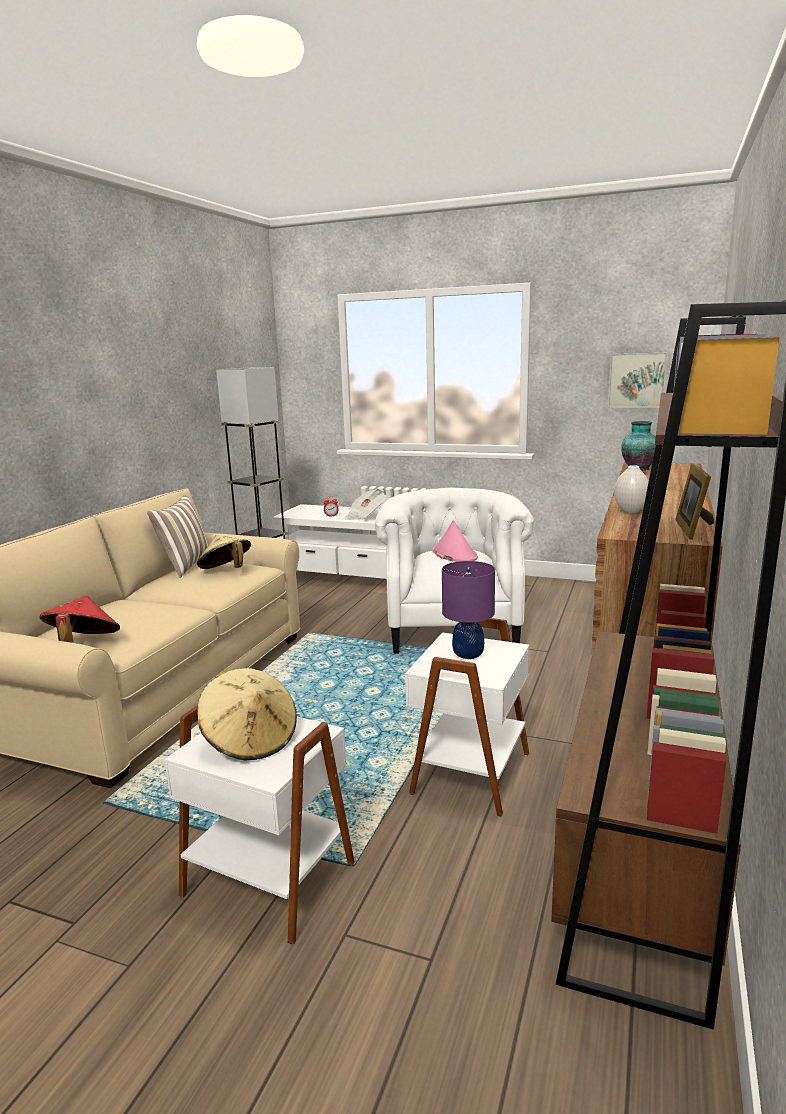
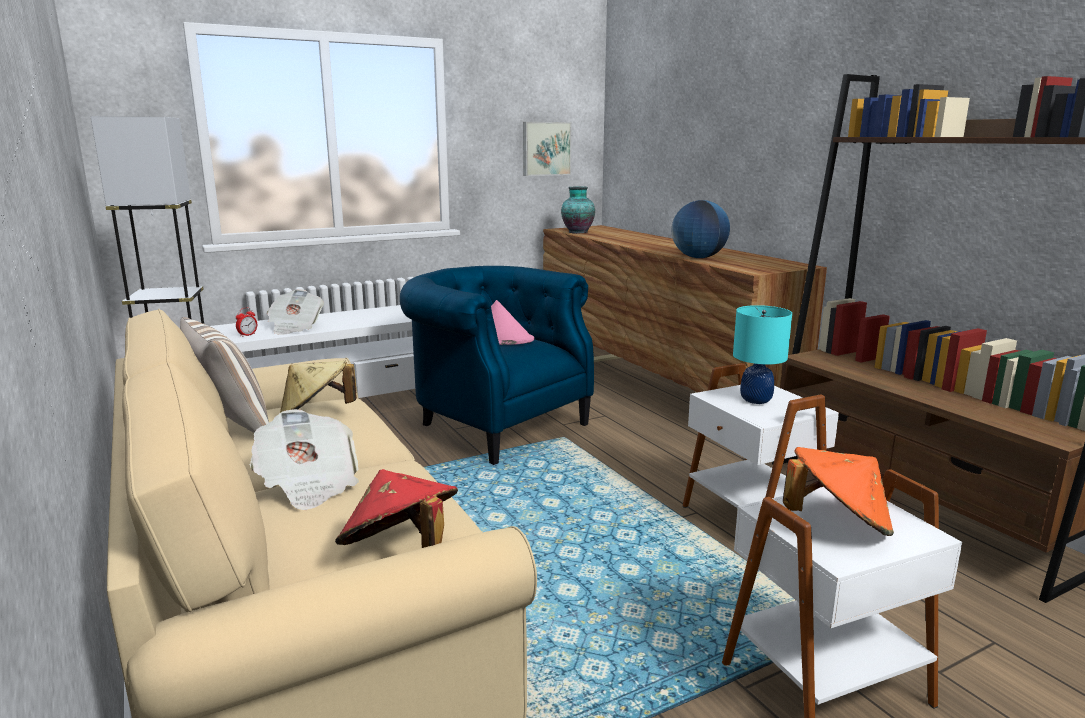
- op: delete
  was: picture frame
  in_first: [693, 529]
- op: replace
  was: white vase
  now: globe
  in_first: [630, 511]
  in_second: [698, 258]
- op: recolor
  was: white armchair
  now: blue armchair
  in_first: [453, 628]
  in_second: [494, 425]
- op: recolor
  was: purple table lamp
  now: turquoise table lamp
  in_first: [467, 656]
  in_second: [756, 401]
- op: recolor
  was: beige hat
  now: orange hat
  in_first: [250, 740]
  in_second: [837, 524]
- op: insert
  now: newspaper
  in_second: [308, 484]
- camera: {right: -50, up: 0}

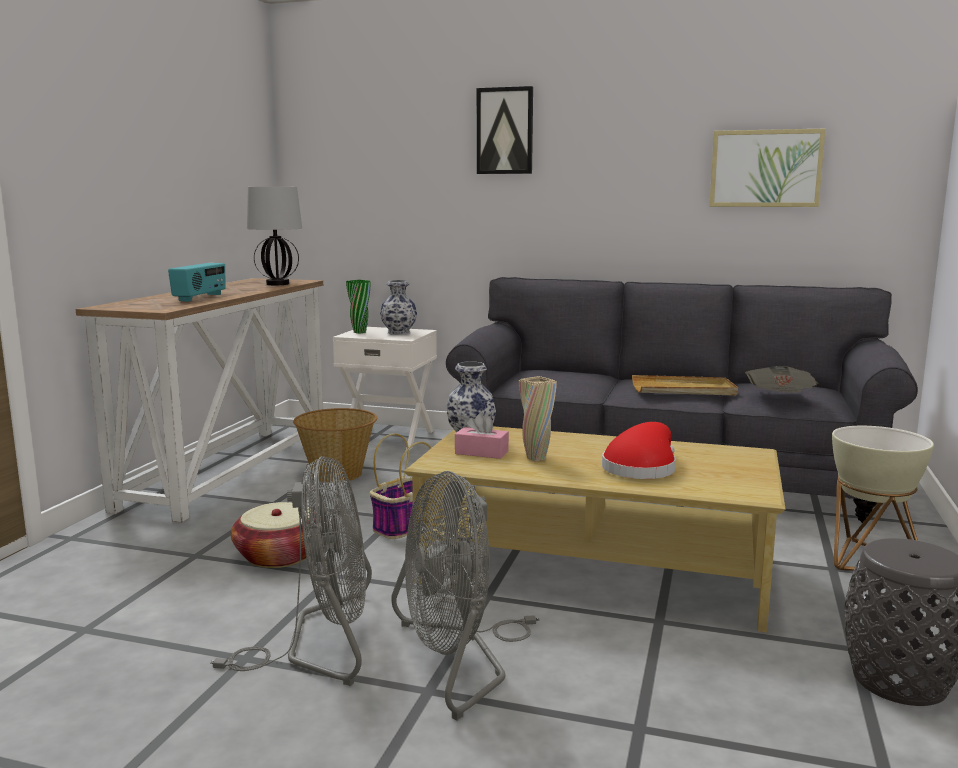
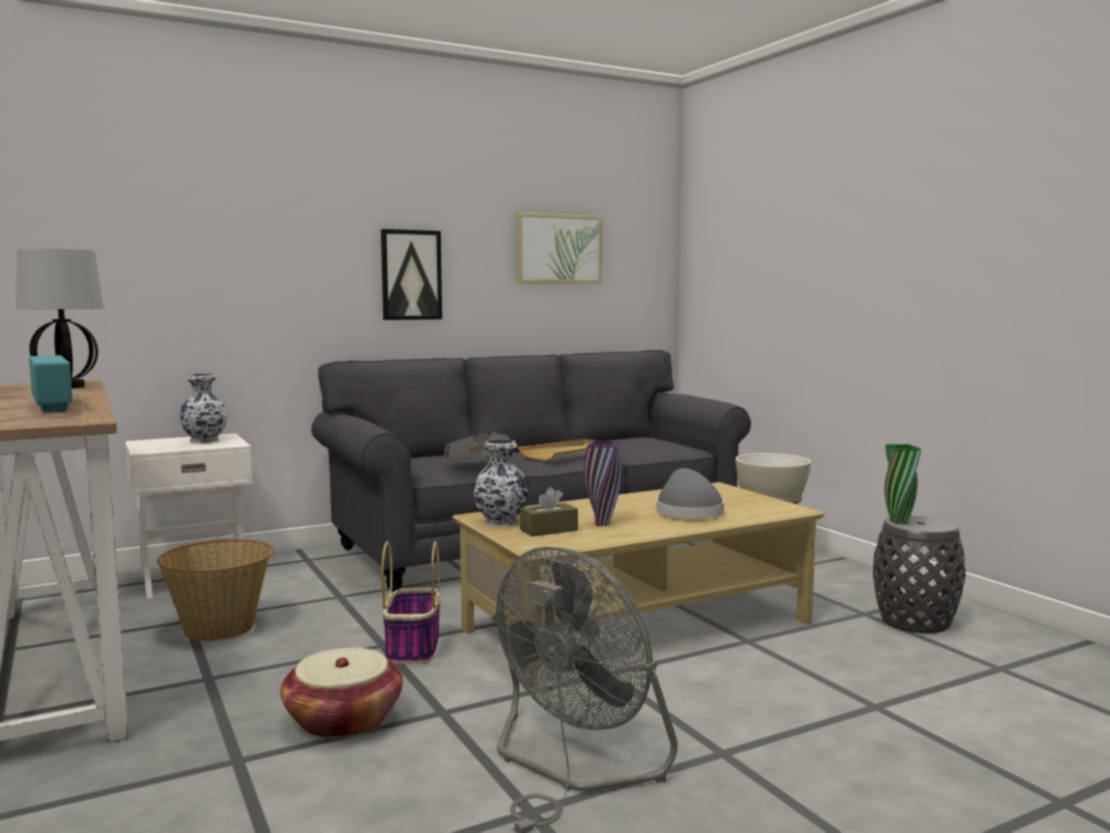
- op: move
  was: picture
  in_first: [505, 131]
  in_second: [411, 275]
- op: move
  was: green vase
  in_first: [359, 332]
  in_second: [898, 522]
- op: move
  was: newspaper
  in_first: [780, 399]
  in_second: [476, 466]
- op: recolor
  was: beige vase
  now: purple vase
  in_first: [536, 458]
  in_second: [602, 523]
- op: recolor
  was: pink tissue box
  now: brown tissue box
  in_first: [481, 452]
  in_second: [549, 530]
- op: recolor
  was: red hat
  now: grey hat
  in_first: [641, 468]
  in_second: [687, 511]
- op: delete
  was: grey fan
  in_first: [460, 657]
- camera: {right: -45, up: -5}

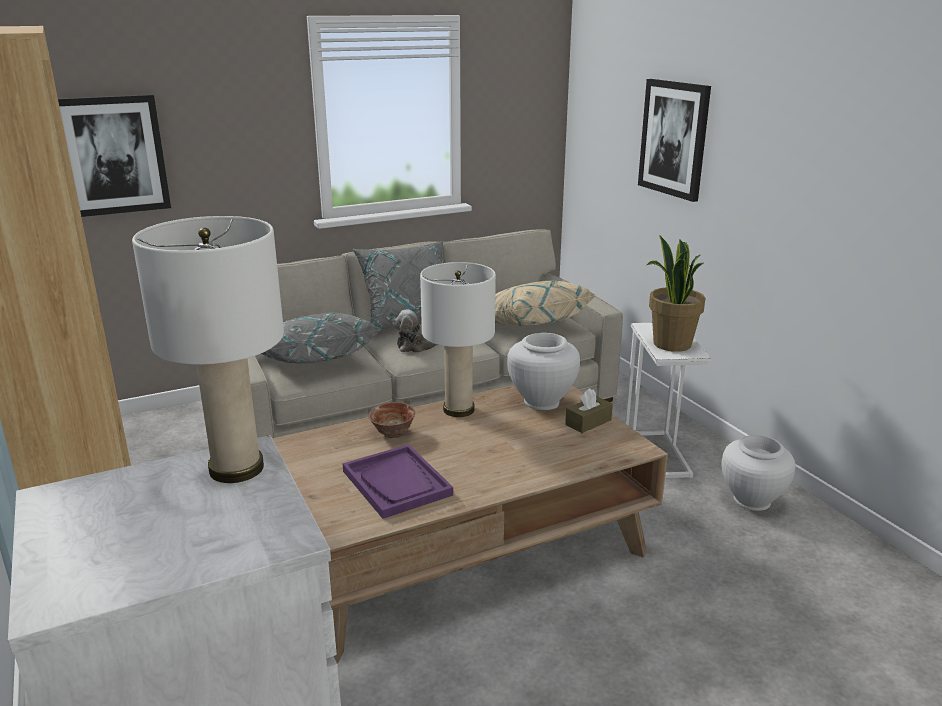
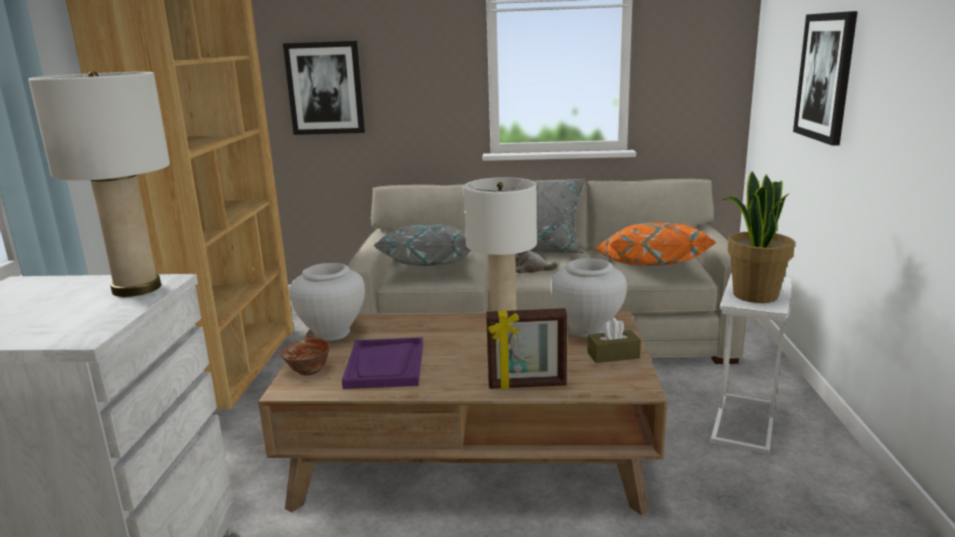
- op: recolor
  was: beige pillow
  now: orange pillow
  in_first: [529, 324]
  in_second: [649, 266]
- op: move
  was: bowl
  in_first: [393, 433]
  in_second: [308, 371]
- op: move
  was: white vase
  in_first: [751, 500]
  in_second: [332, 333]
- op: insert
  now: picture frame
  in_second: [527, 385]
- camera: {right: 30, up: -5}

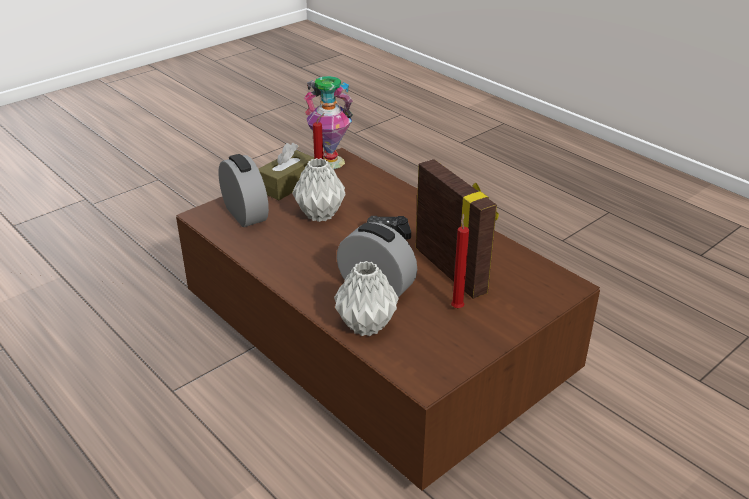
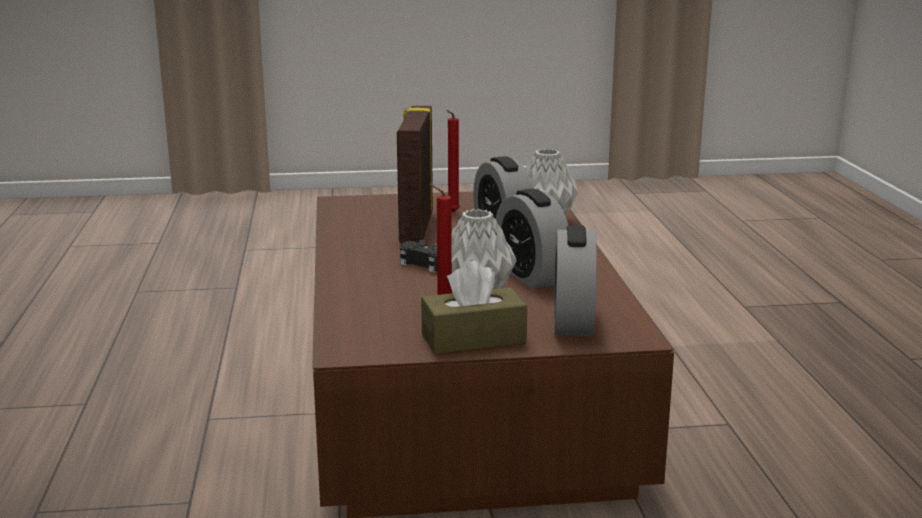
- op: delete
  was: vase
  in_first: [331, 162]
- op: insert
  now: alarm clock
  in_second: [531, 276]
- camera: {right: -145, up: -15}

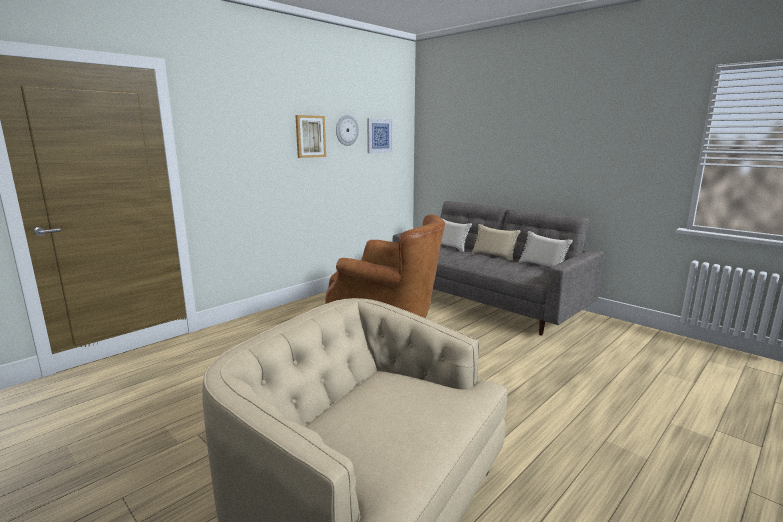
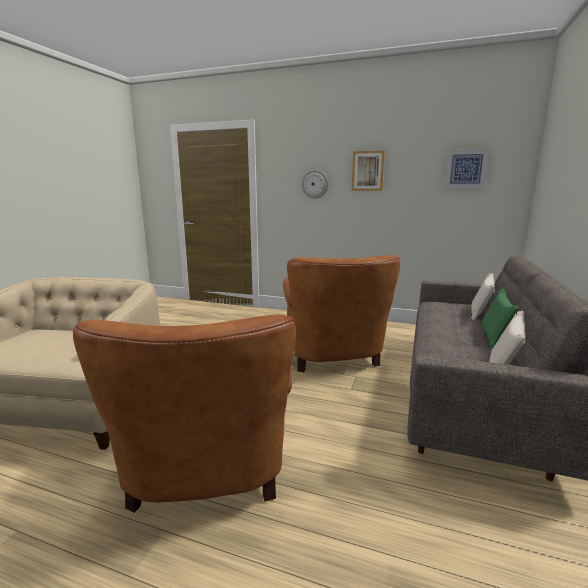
- op: move
  was: wall clock
  in_first: [346, 130]
  in_second: [315, 184]
- op: recolor
  was: beige pillow
  now: green pillow
  in_first: [494, 256]
  in_second: [494, 337]
- op: insert
  now: brown armchair
  in_second: [209, 468]
- camera: {right: 65, up: 0}

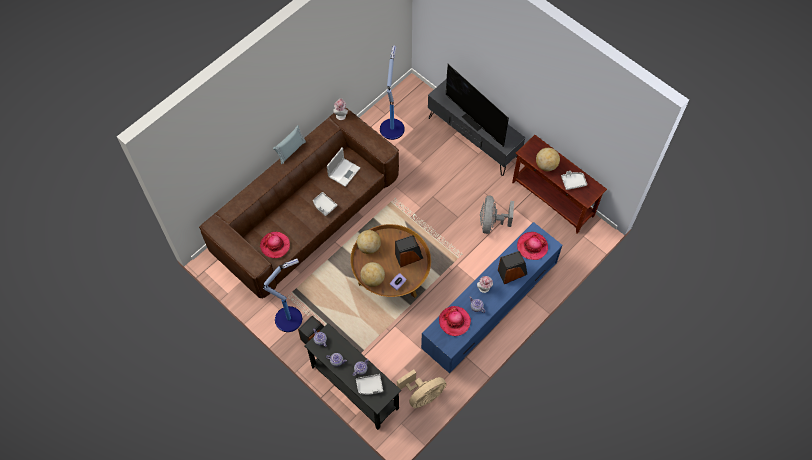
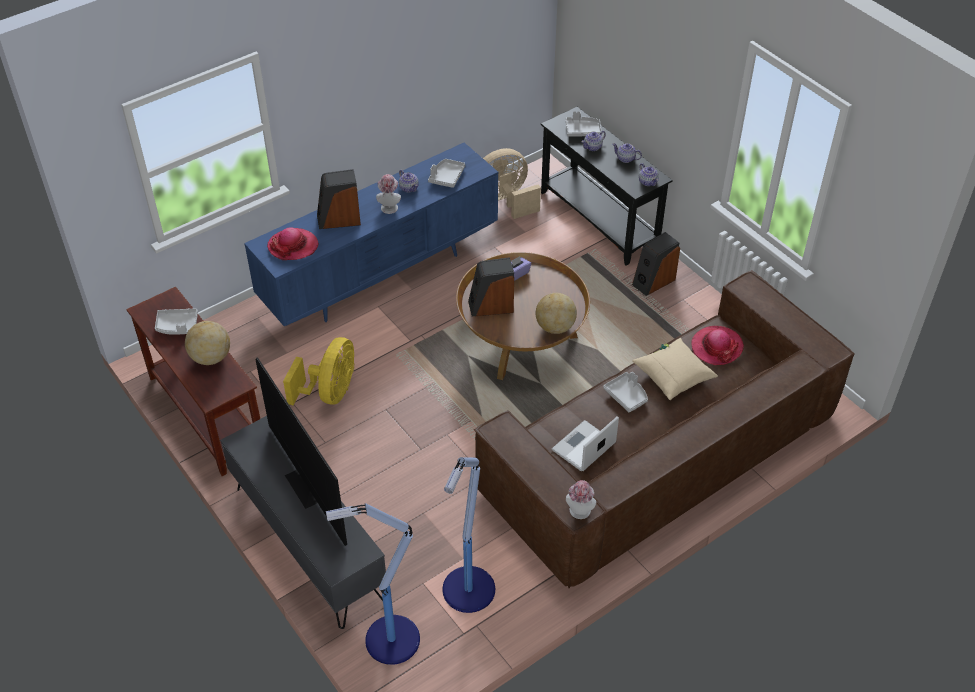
- op: delete
  was: blue pillow
  in_first: [291, 150]
- op: recolor
  was: grey fan
  now: yellow fan
  in_first: [491, 222]
  in_second: [330, 392]
- op: move
  was: floor lamp
  in_first: [289, 318]
  in_second: [390, 640]
- op: delete
  was: globe
  in_first: [373, 279]
- op: replace
  was: hat
  now: grey tray
  in_first: [454, 321]
  in_second: [446, 177]
- op: insert
  now: beige pillow
  in_second: [673, 376]
- camera: {right: -170, up: -15}

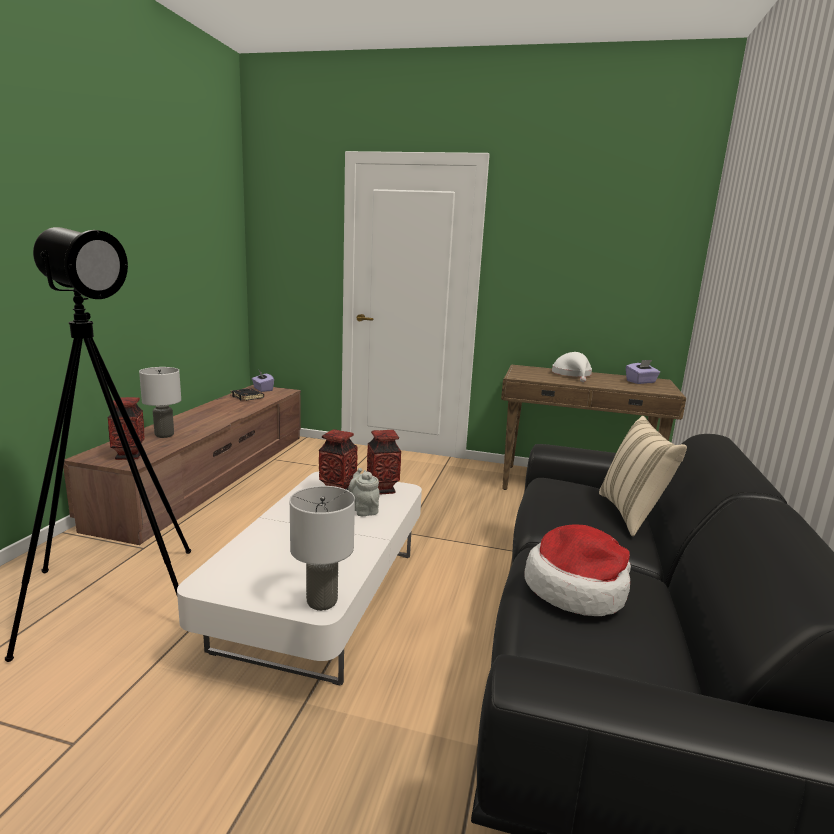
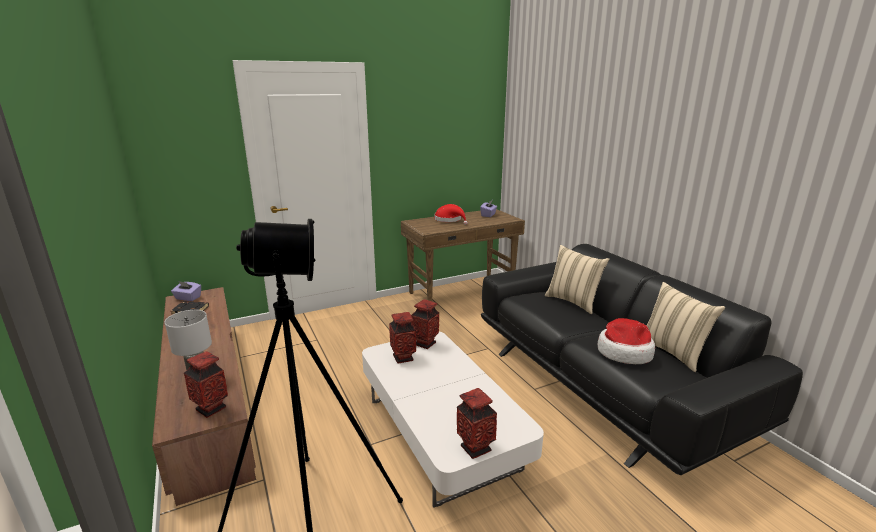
- op: recolor
  was: white hat
  now: red hat
  in_first: [572, 375]
  in_second: [449, 220]
- op: delete
  was: grey teapot
  in_first: [364, 509]
- op: delete
  was: white table lamp
  in_first: [324, 603]
- op: insert
  now: beige pillow
  in_second: [673, 352]
- op: insert
  now: vase
  in_second: [475, 448]
- camera: {right: -40, up: 5}

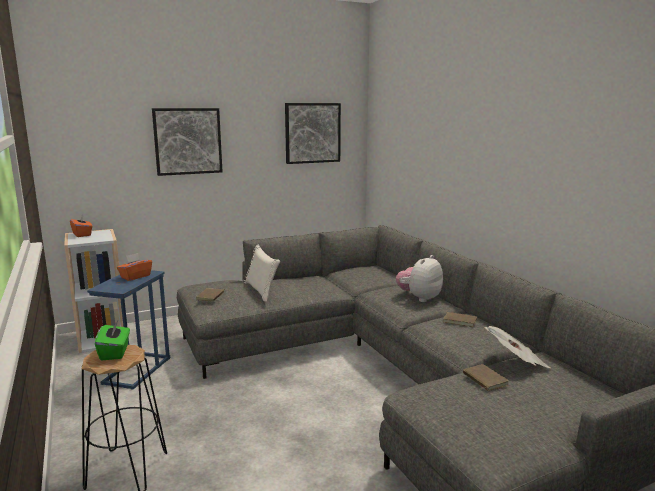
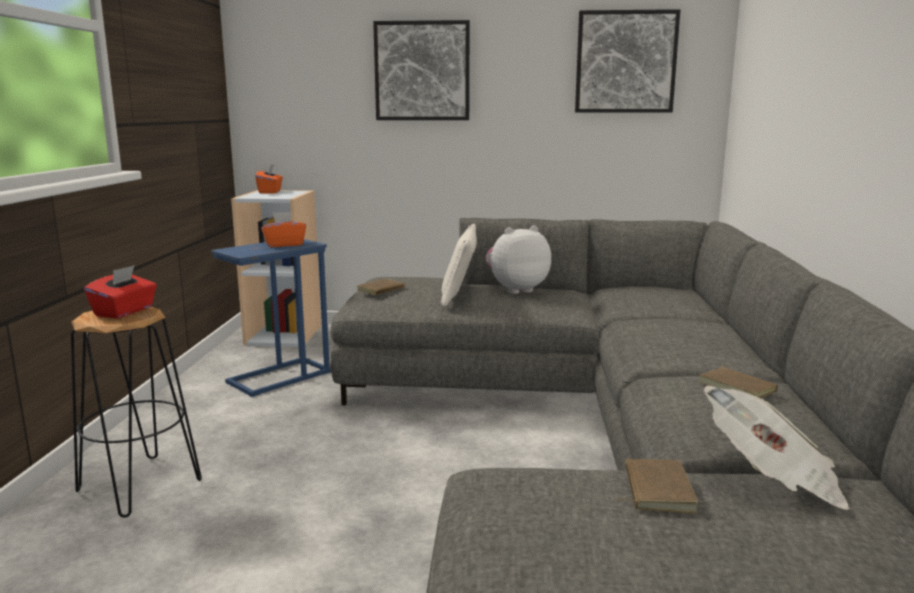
- op: move
  was: plush toy
  in_first: [419, 298]
  in_second: [516, 290]
- op: recolor
  was: green tissue box
  now: red tissue box
  in_first: [115, 352]
  in_second: [125, 311]
- camera: {right: 30, up: 0}

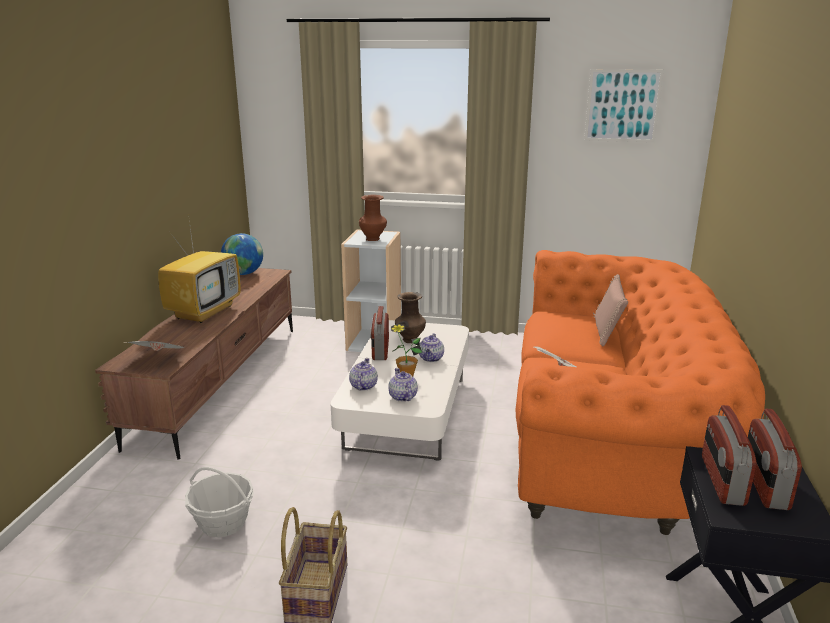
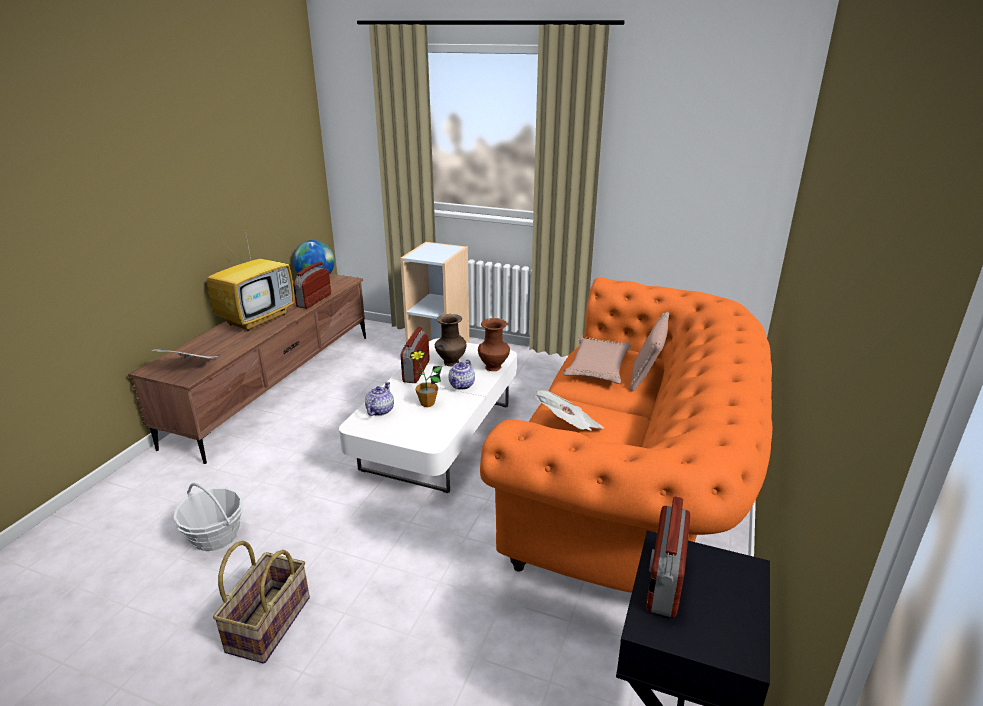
- op: delete
  was: picture
  in_first: [622, 105]
- op: move
  was: brown vase
  in_first: [373, 239]
  in_second: [494, 367]
- op: delete
  was: teapot
  in_first: [402, 397]
- op: move
  was: radio
  in_first: [764, 484]
  in_second: [314, 300]
- op: insert
  now: beige pillow
  in_second: [597, 365]
- camera: {right: 10, up: 5}

